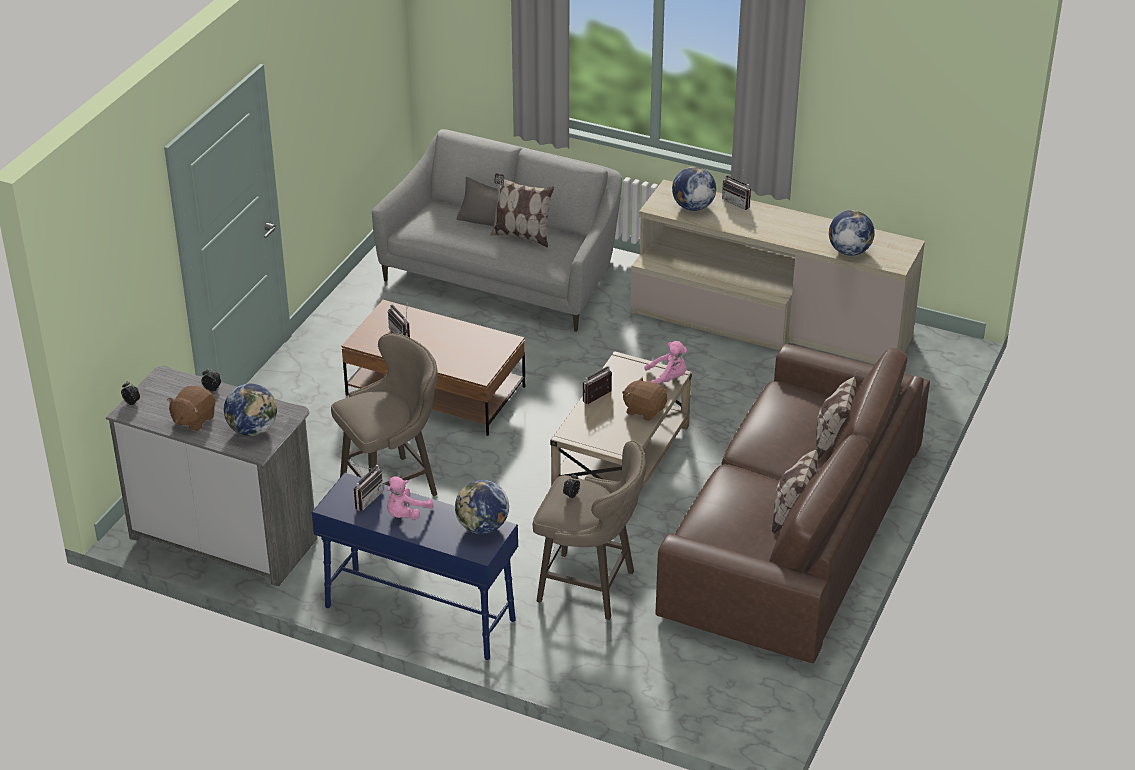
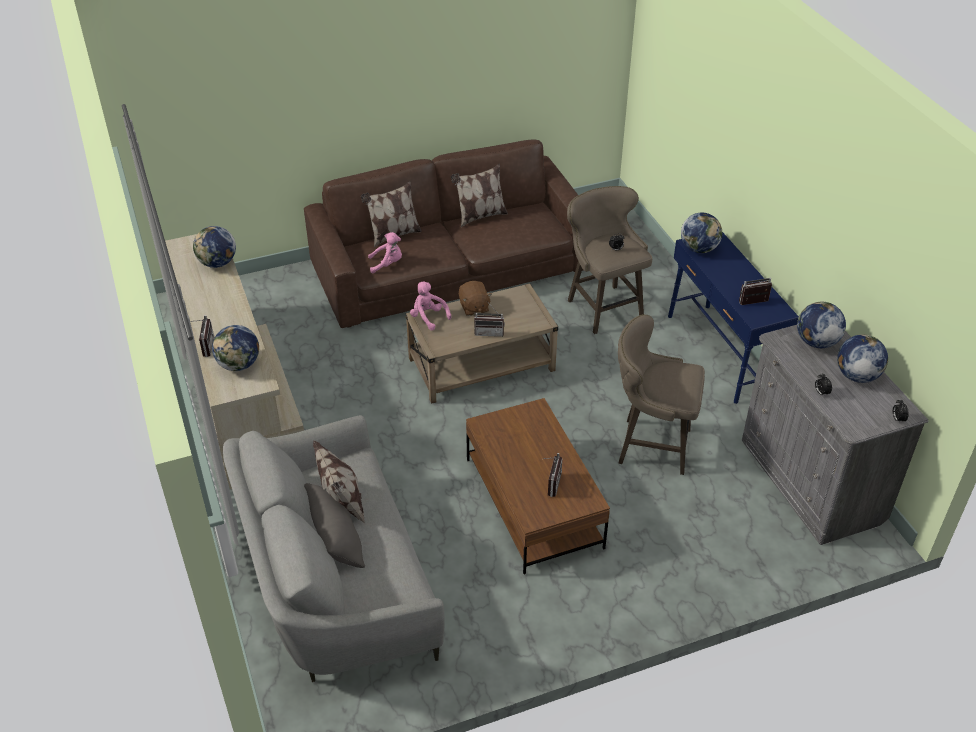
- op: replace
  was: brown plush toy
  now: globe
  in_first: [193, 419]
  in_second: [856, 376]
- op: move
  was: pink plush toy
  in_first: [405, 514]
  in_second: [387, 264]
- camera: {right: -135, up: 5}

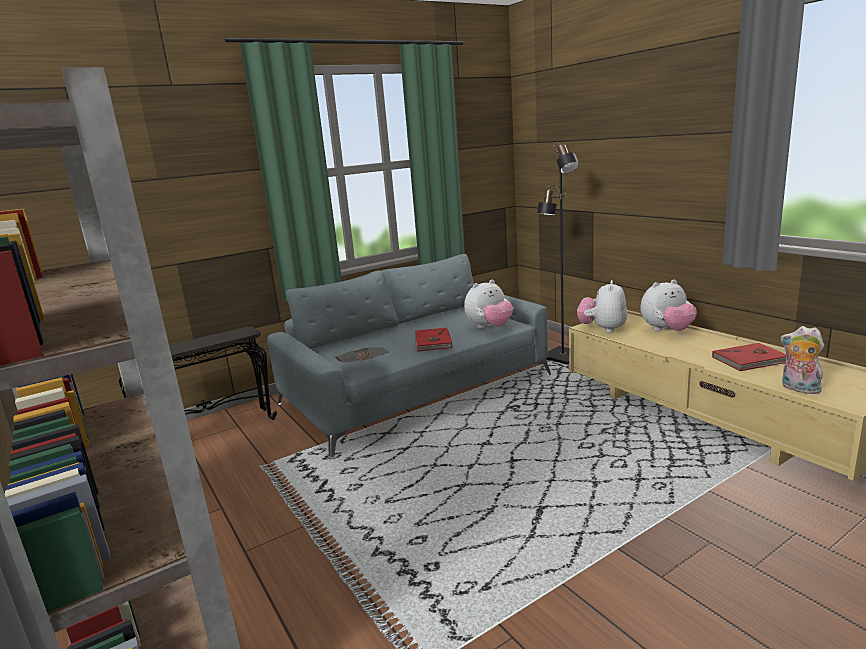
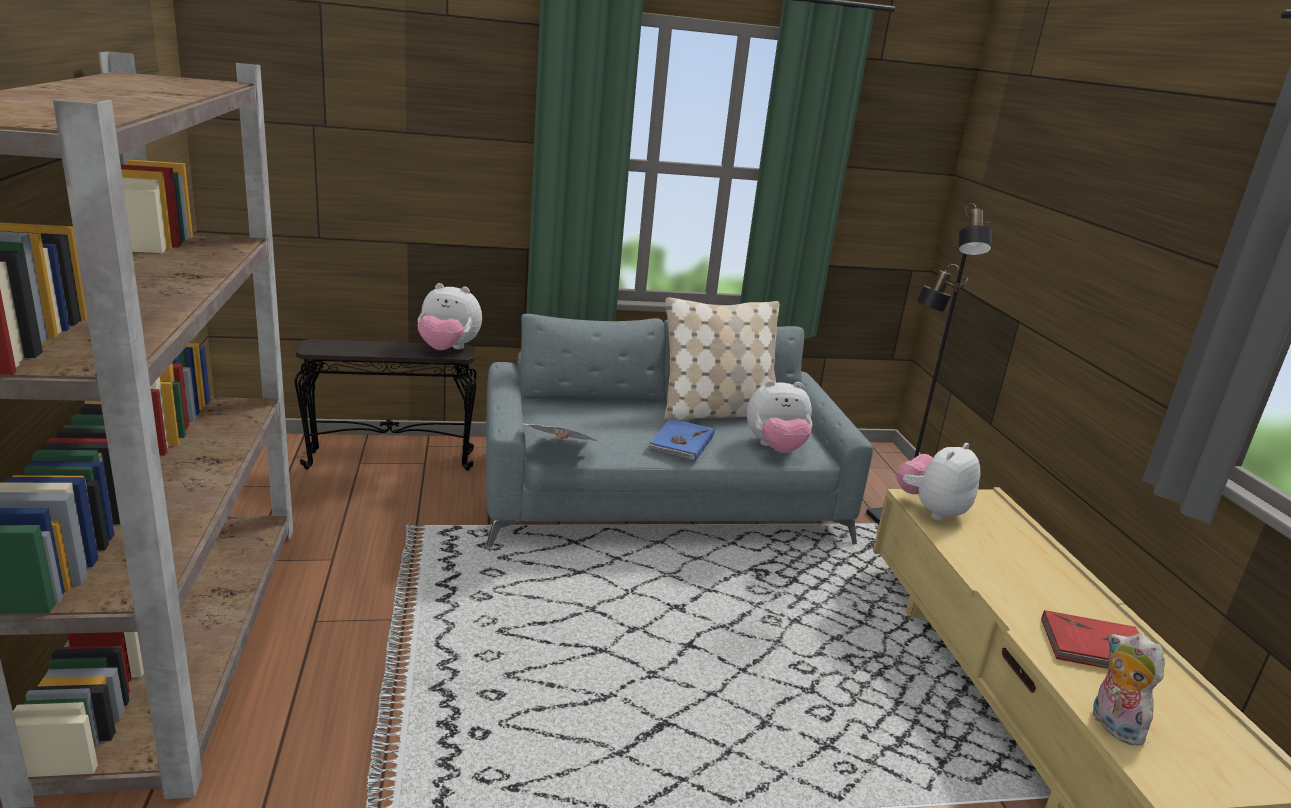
- op: move
  was: plush toy
  in_first: [667, 331]
  in_second: [448, 349]
- op: recolor
  was: red book
  now: blue book
  in_first: [432, 342]
  in_second: [680, 443]
- op: insert
  now: beige pillow
  in_second: [717, 412]
- camera: {right: 20, up: 5}

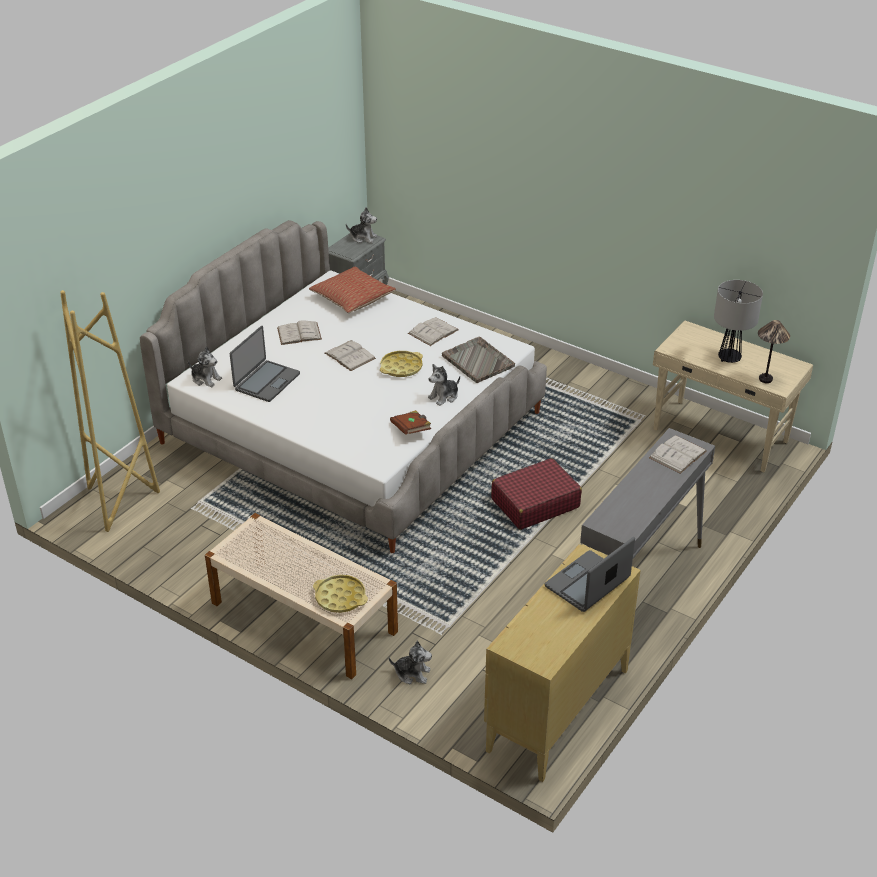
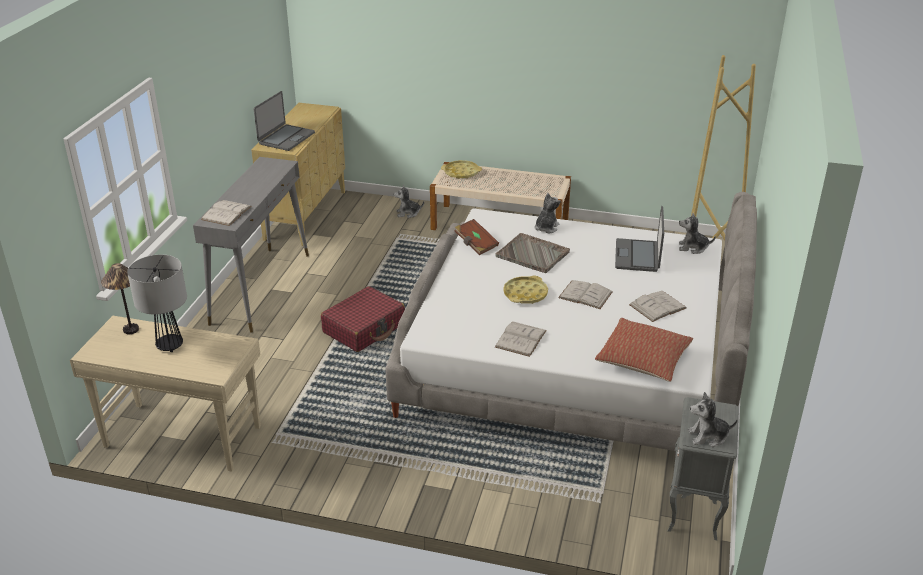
- op: move
  was: grey tray
  in_first: [477, 361]
  in_second: [533, 254]
- op: move
  was: plush toy
  in_first: [444, 396]
  in_second: [546, 228]
- camera: {right: 160, up: -5}

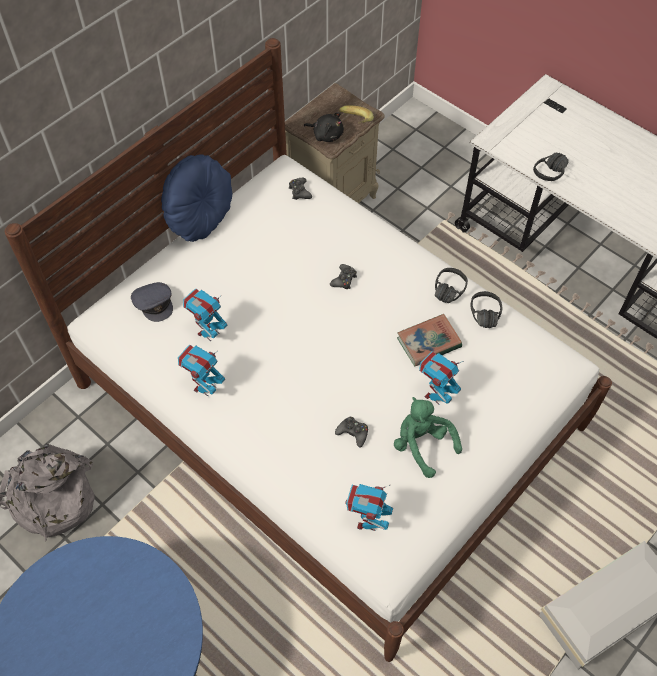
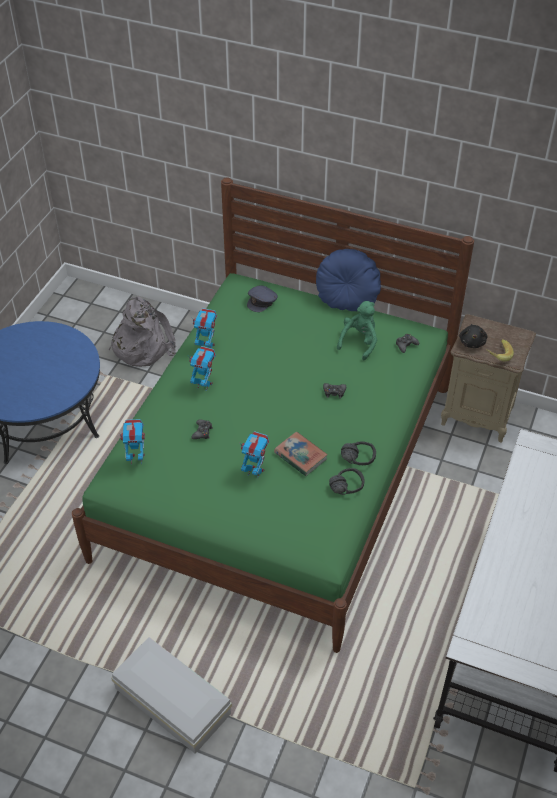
- op: recolor
  was: white bed
  now: green bed
  in_first: [329, 405]
  in_second: [278, 469]
- op: delete
  was: black headphones
  in_first: [554, 175]
- op: move
  was: toy robot
  in_first: [208, 332]
  in_second: [204, 385]
- op: move
  was: green plush toy
  in_first: [422, 445]
  in_second: [359, 342]
- camera: {right: 70, up: -10}

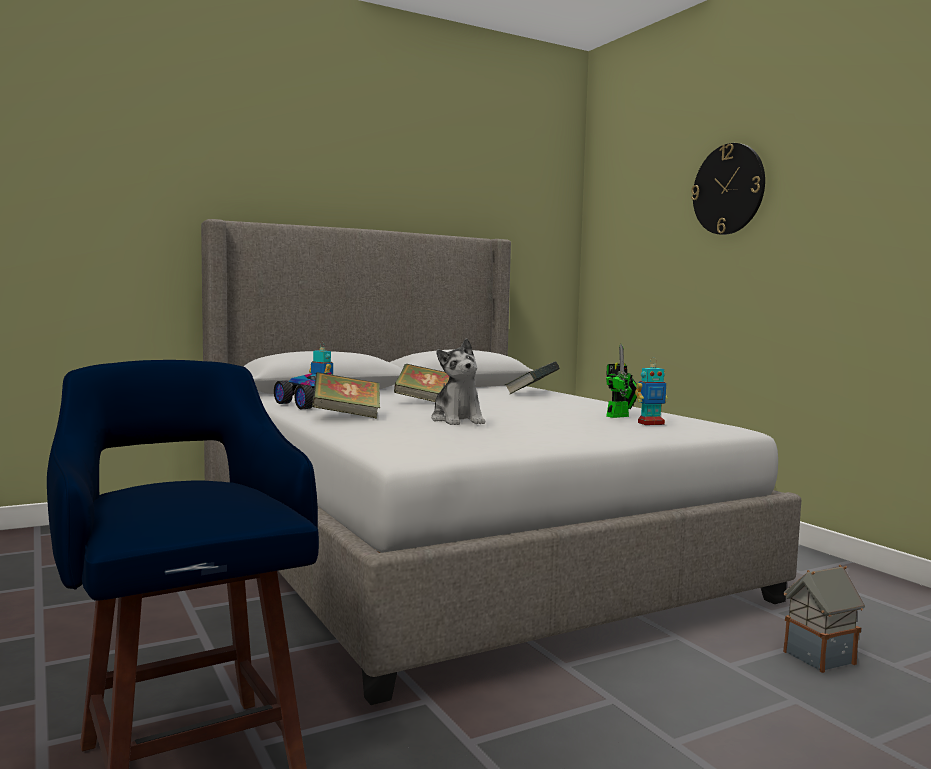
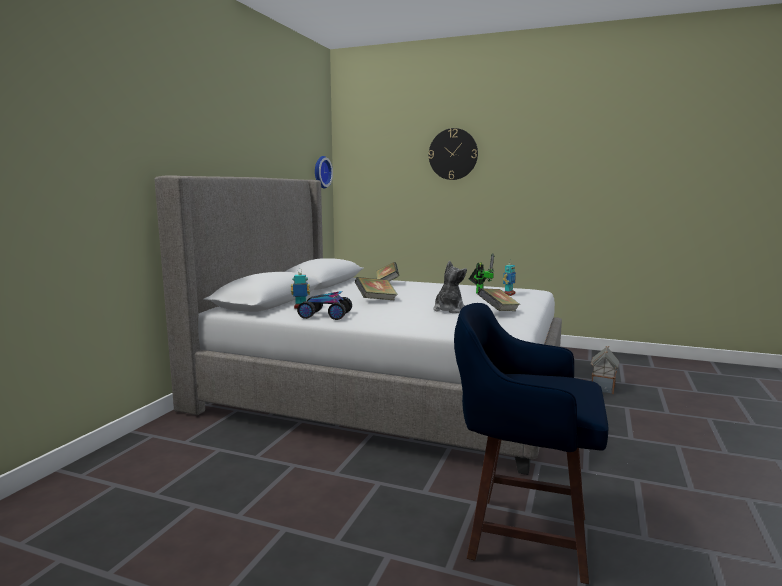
- op: rotate
  was: plush toy
  in_first: [457, 420]
  in_second: [448, 310]
  clockwise: -90
- op: move
  was: book
  in_first: [346, 416]
  in_second: [498, 313]
- op: insert
  now: wall clock
  in_second: [321, 172]
- camera: {right: -40, up: 5}

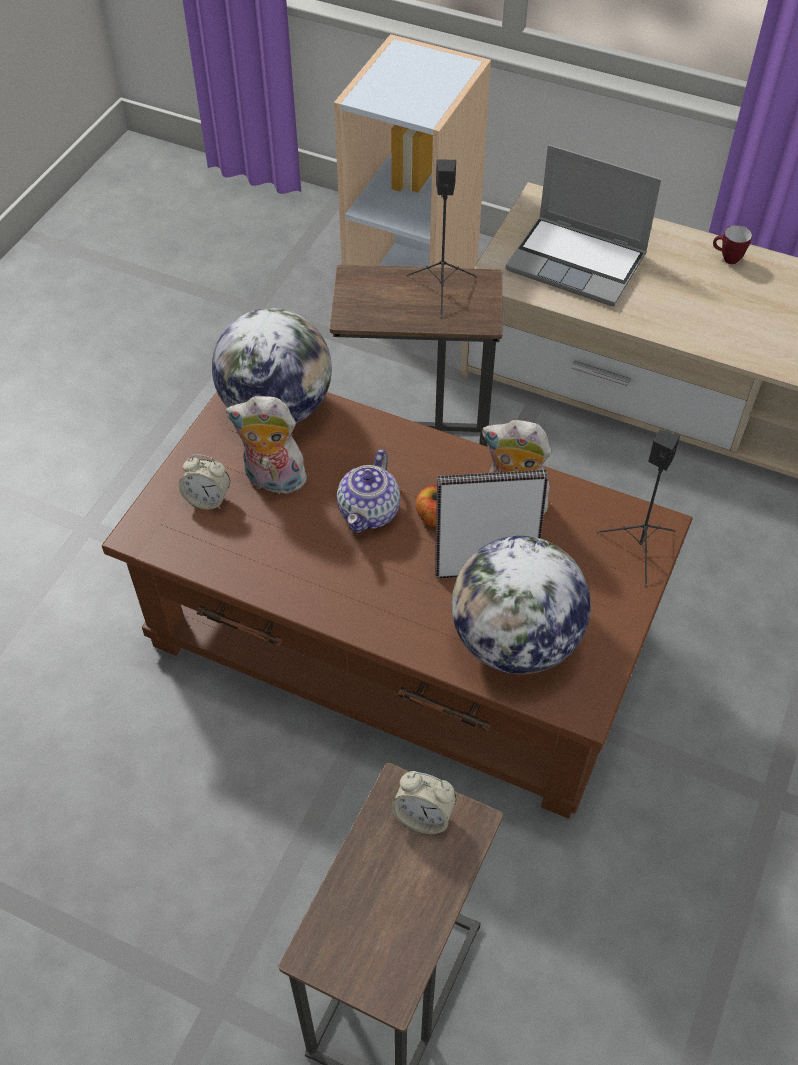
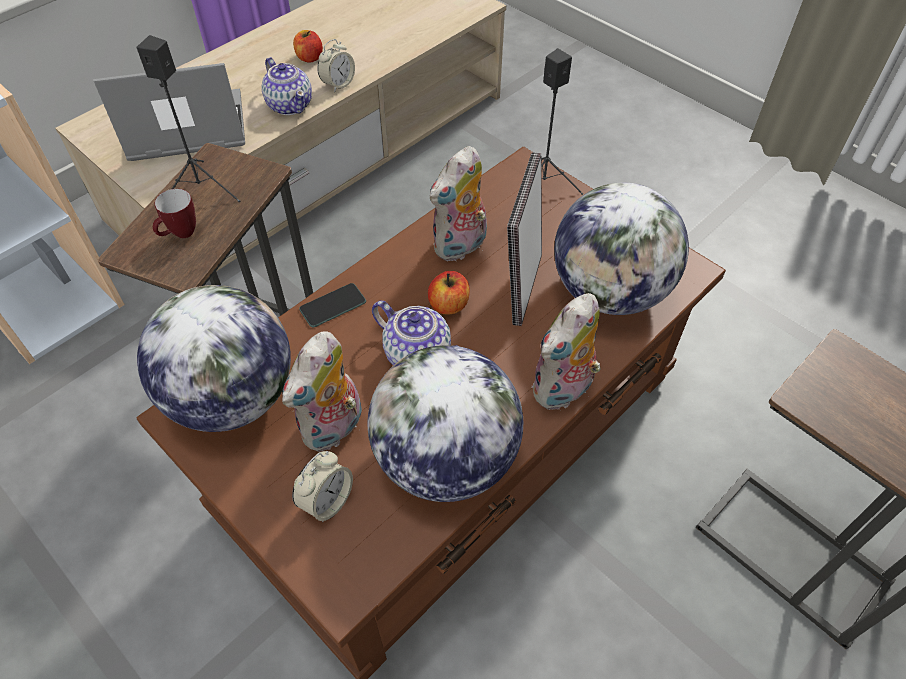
- op: rotate
  was: laptop
  in_first: [578, 262]
  in_second: [185, 130]
  clockwise: -150
- op: move
  was: mug
  in_first: [726, 259]
  in_second: [181, 235]
- op: move
  was: alarm clock
  in_first: [423, 816]
  in_second: [338, 84]
- op: insert
  now: apple
  in_second: [309, 58]
- op: insert
  now: teapot
  in_second: [290, 105]
- op: insert
  now: phone
  in_second: [333, 306]
- op: insert
  now: plush toy
  in_second: [563, 391]
- op: insert
  now: globe
  in_second: [445, 459]
- camera: {right: -70, up: 0}

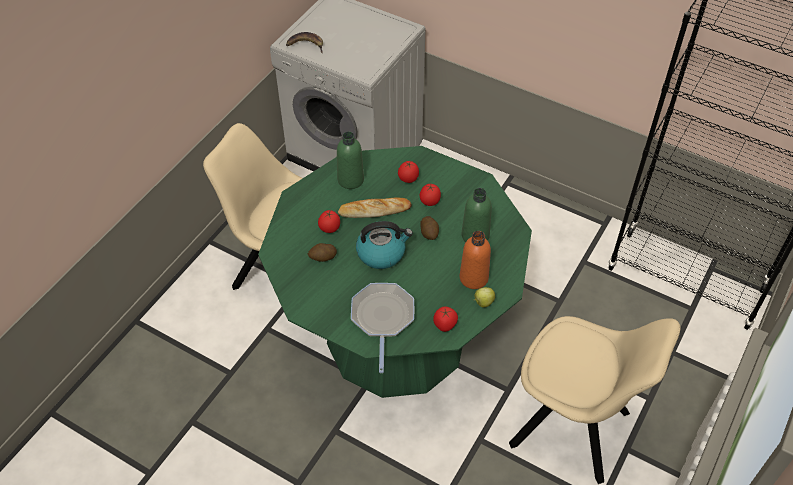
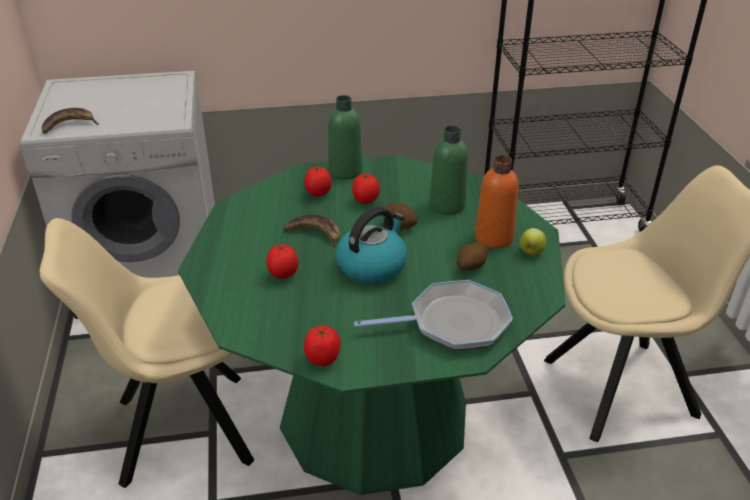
- op: move
  was: green bottle
  in_first: [350, 179]
  in_second: [345, 171]
- op: replace
  was: bread
  now: banana
  in_first: [374, 210]
  in_second: [315, 234]
- op: move
  was: potato
  in_first: [322, 257]
  in_second: [471, 266]
- op: rotate
  was: frying pan
  in_first: [382, 318]
  in_second: [453, 323]
  clockwise: 120
- op: move
  was: tomato
  in_first: [445, 325]
  in_second: [323, 359]
- camera: {right: -40, up: -15}

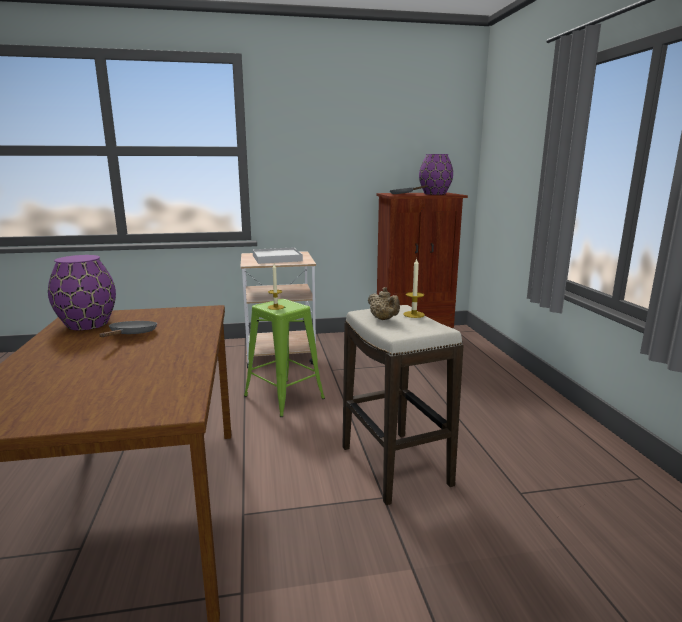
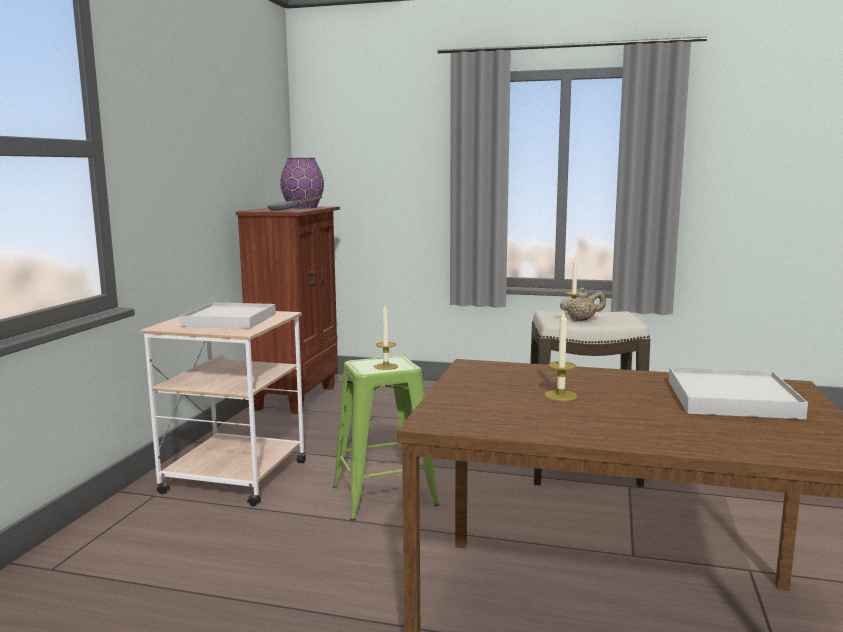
- op: delete
  was: purple vase
  in_first: [88, 324]
- op: replace
  was: grey frying pan
  now: candle
  in_first: [131, 335]
  in_second: [560, 395]
- op: insert
  now: white tray
  in_second: [732, 399]
- camera: {right: -65, up: -5}

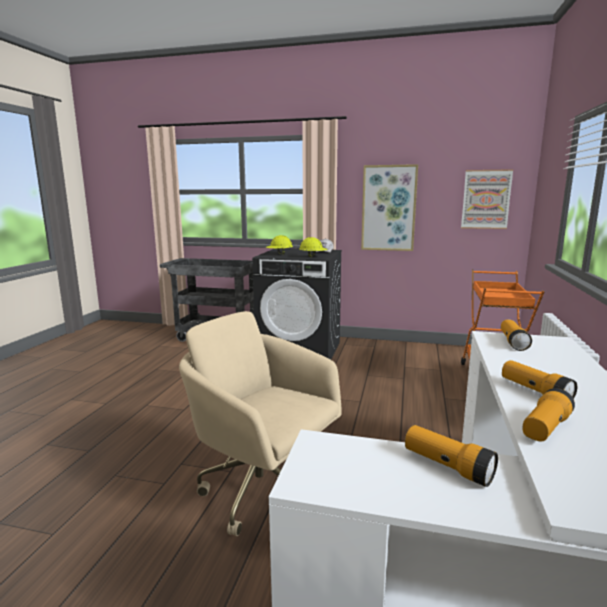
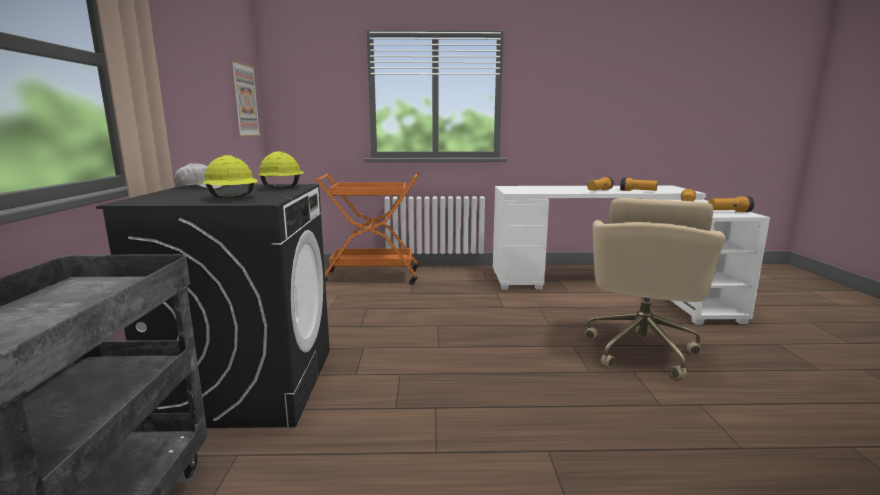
- op: delete
  was: picture
  in_first: [388, 208]
- op: move
  was: flashlight
  in_first: [513, 342]
  in_second: [729, 212]
- camera: {right: -105, up: 0}

